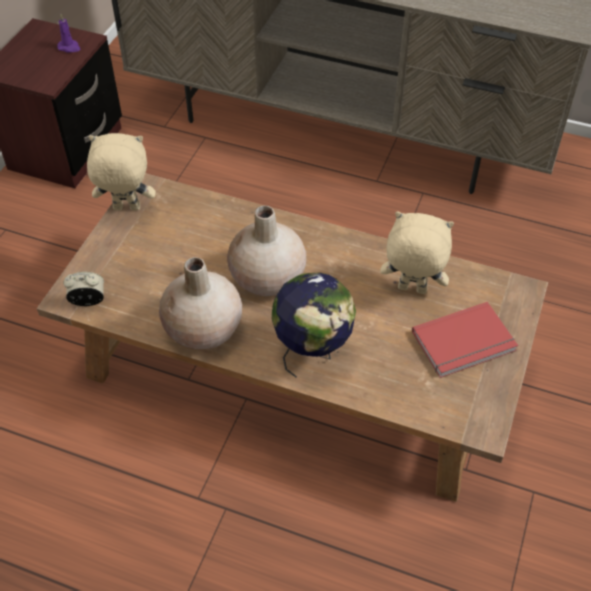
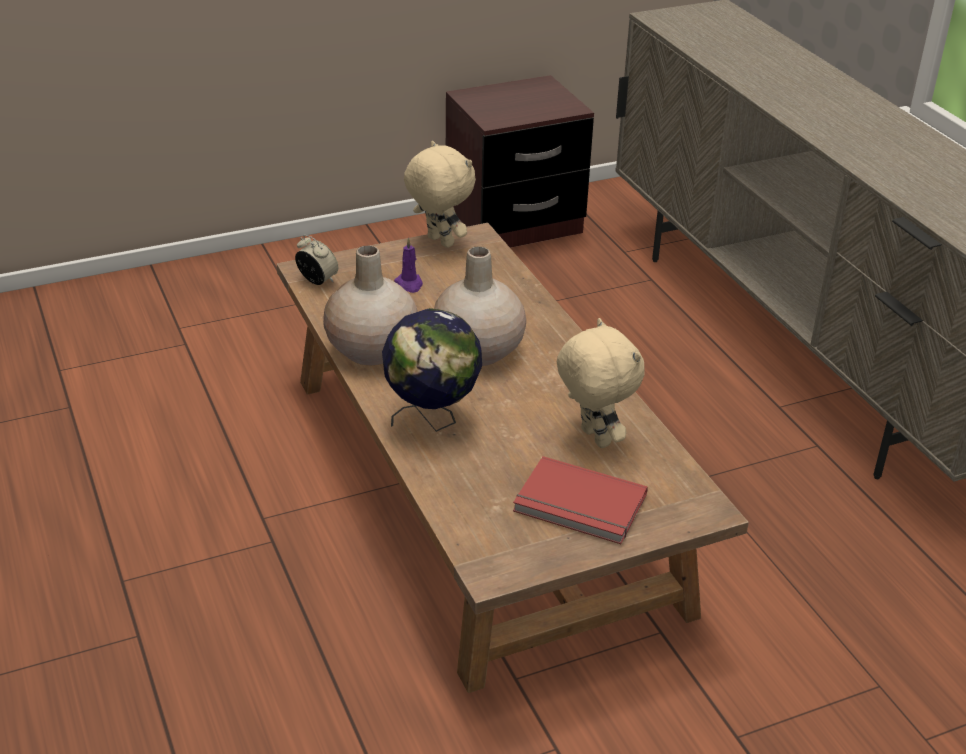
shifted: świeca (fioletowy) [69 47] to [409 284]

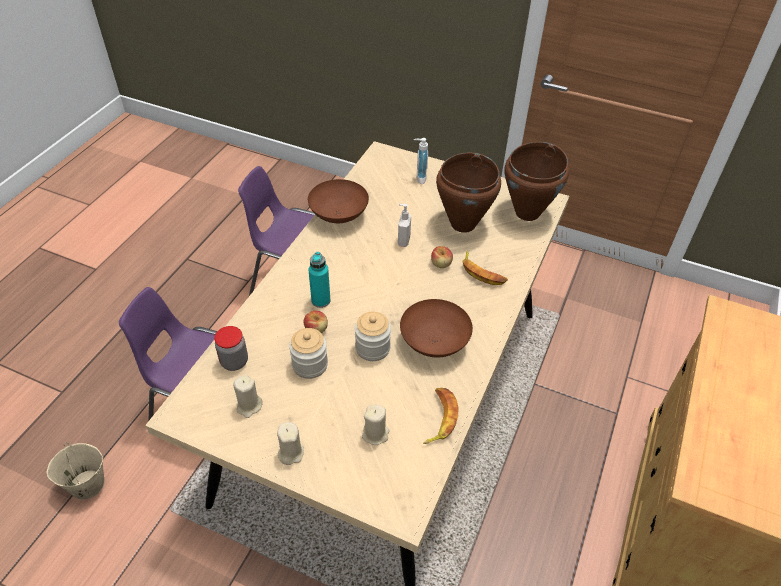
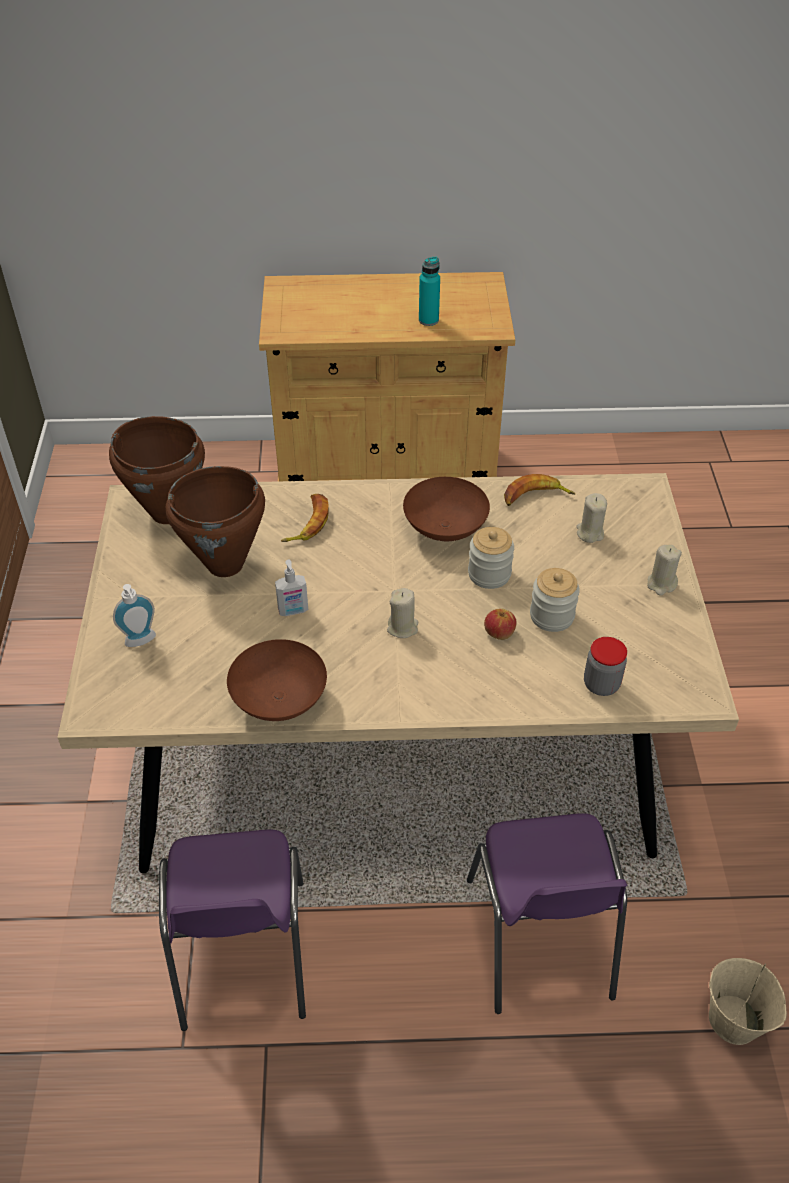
gone: jabłko [441 264]
shifted: świeca (beżowy) [249 406] to [402 627]; butelka (turkusowy) [321 300] to [428 320]

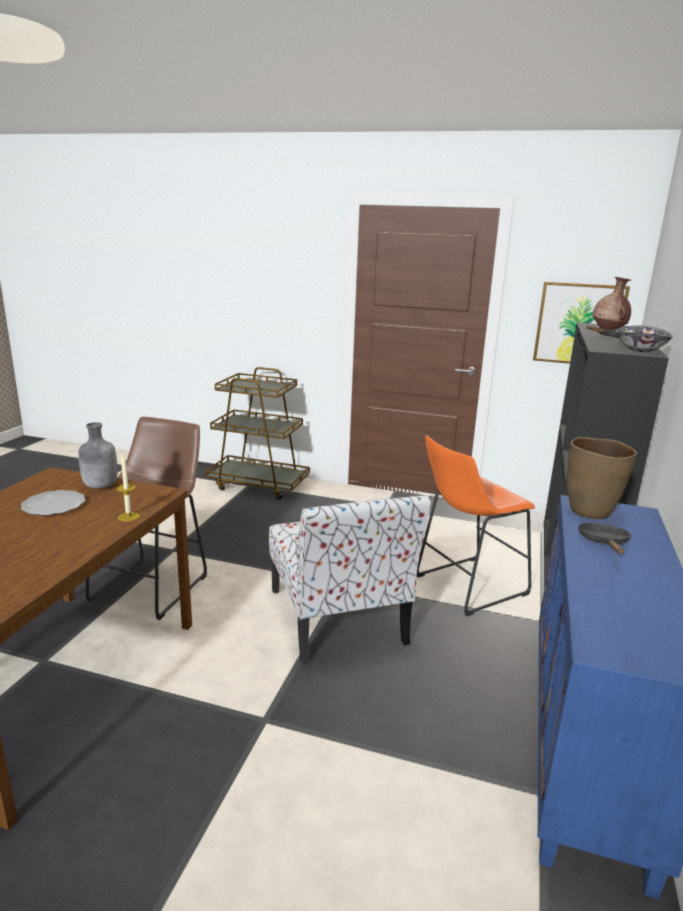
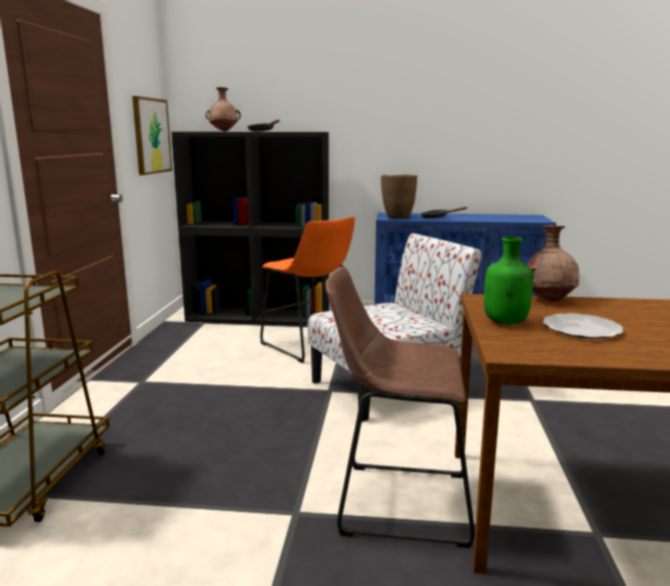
gone: miska [641 350]
swapped: świeca [128 516] to wazon (brązowy) [550 300]
repainted: butelka (szary) [100 486] to butelka (zielony) [506 322]

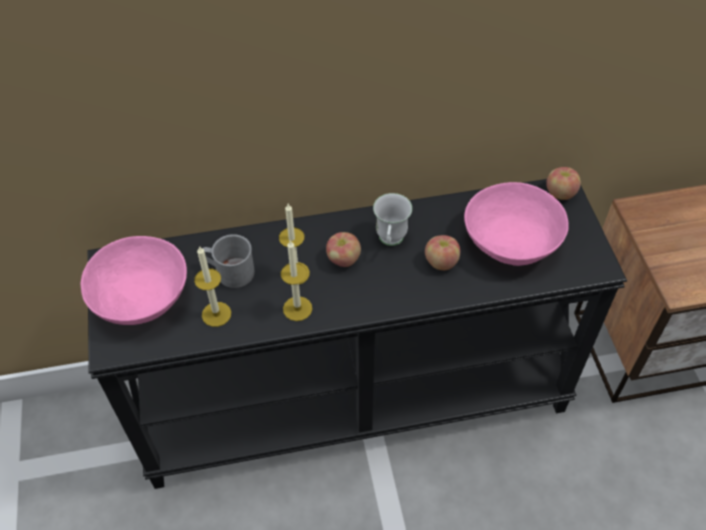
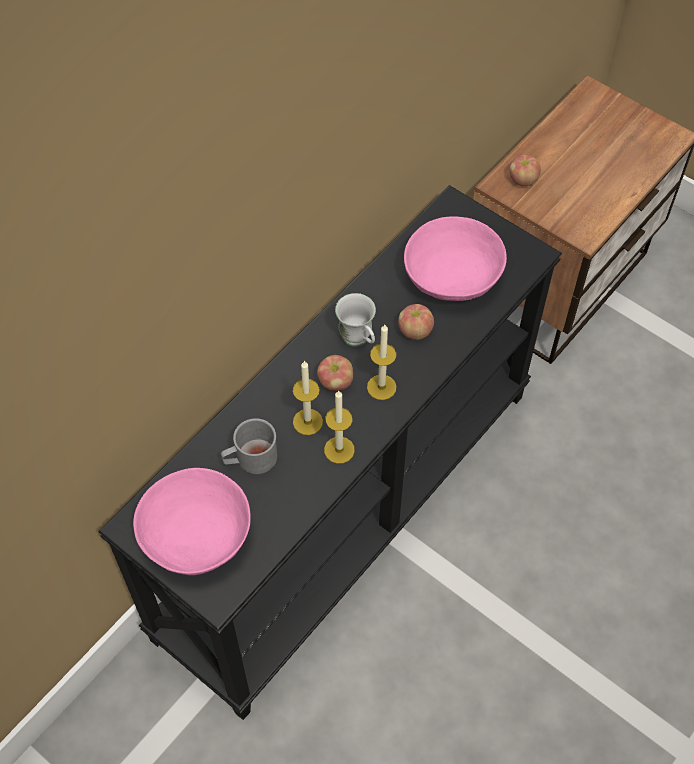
shifted: świeca [216 314] to [381 387]; jabłko [560 193] to [523 180]

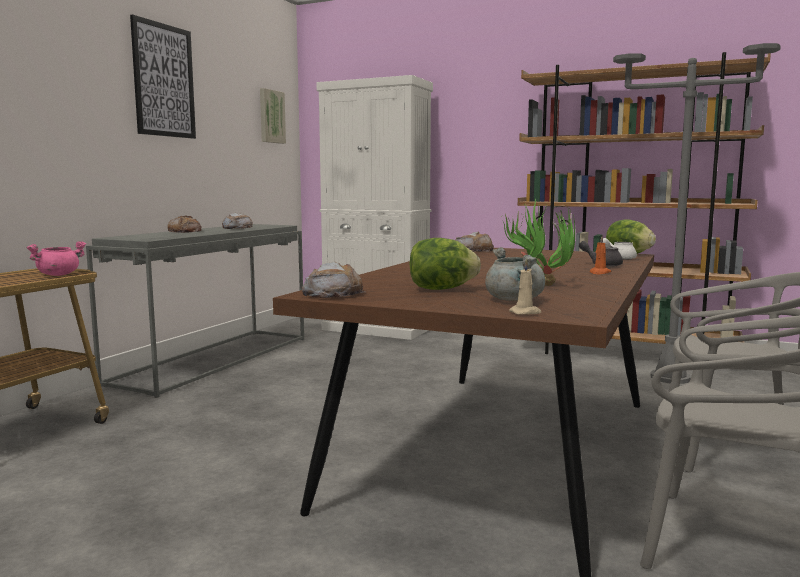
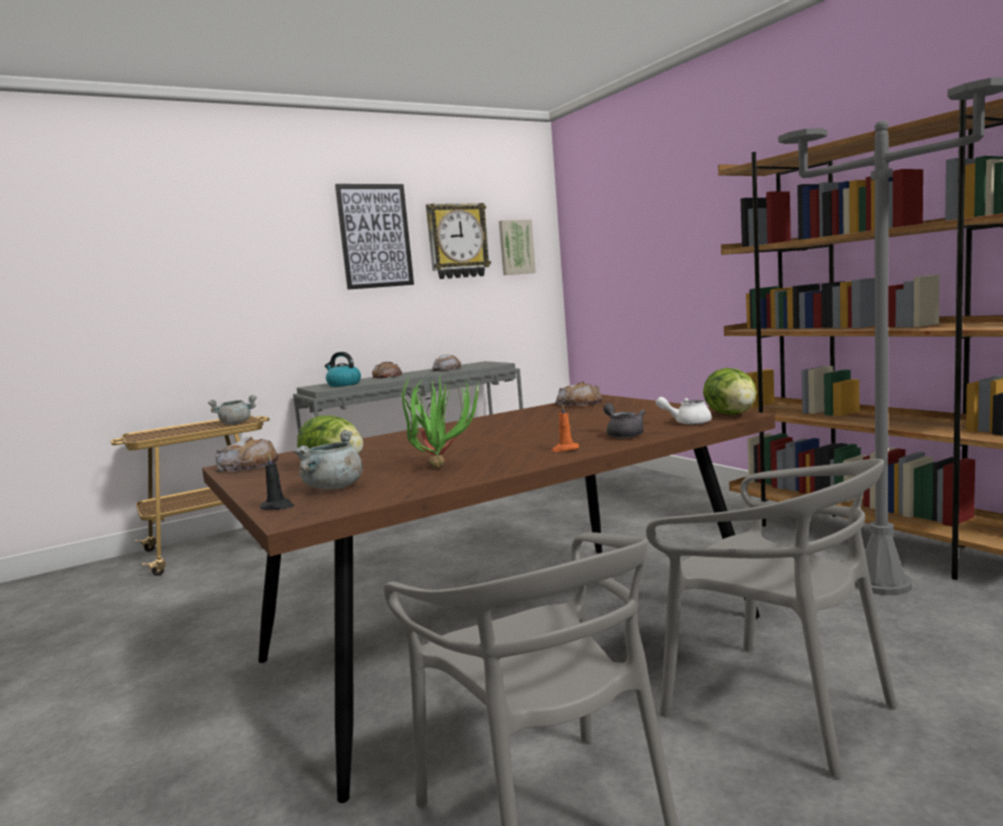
gone: szafka (biały) [376 329]
new: czajnik [343 384]; zegar ścienny [457 241]
repainted: garnek (różowy) [58 275] to garnek (szary) [236 423]; świeca (beżowy) [526 313] to świeca (czarny) [278 507]

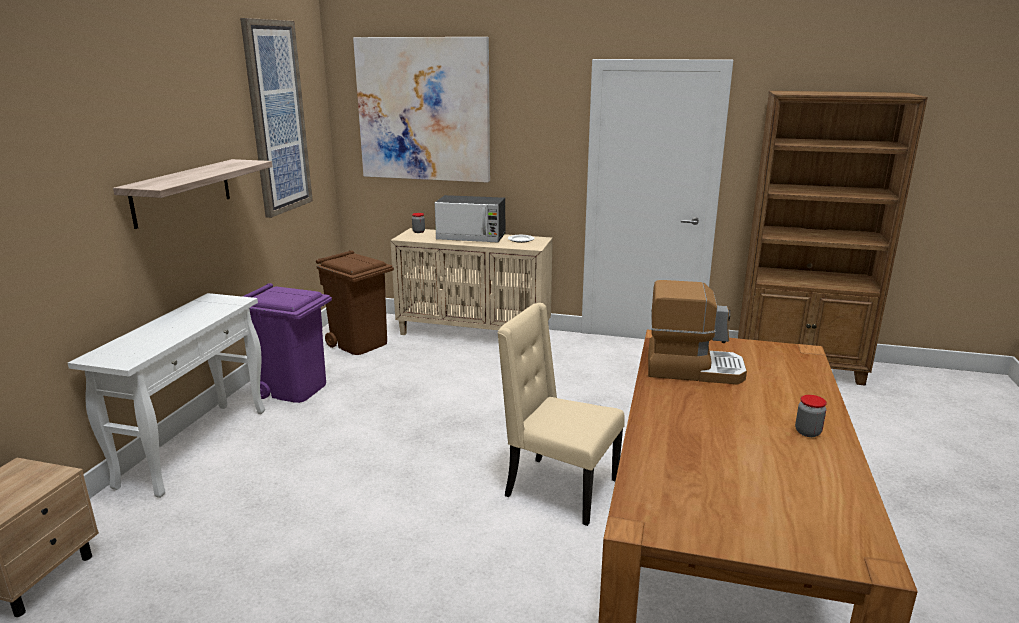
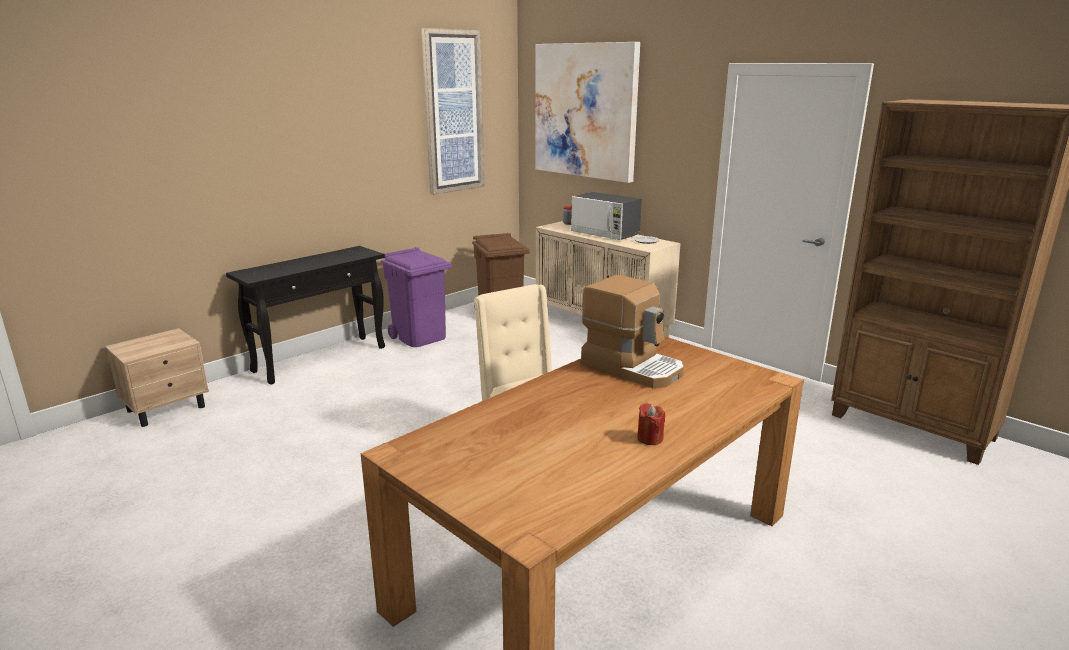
gone: półka [182 192]
swapped: słoik [807 432] to świeca (czerwony) [650 438]
repainted: stolik konsolowy (biały) [196 446] to stolik konsolowy (czarny) [321 359]

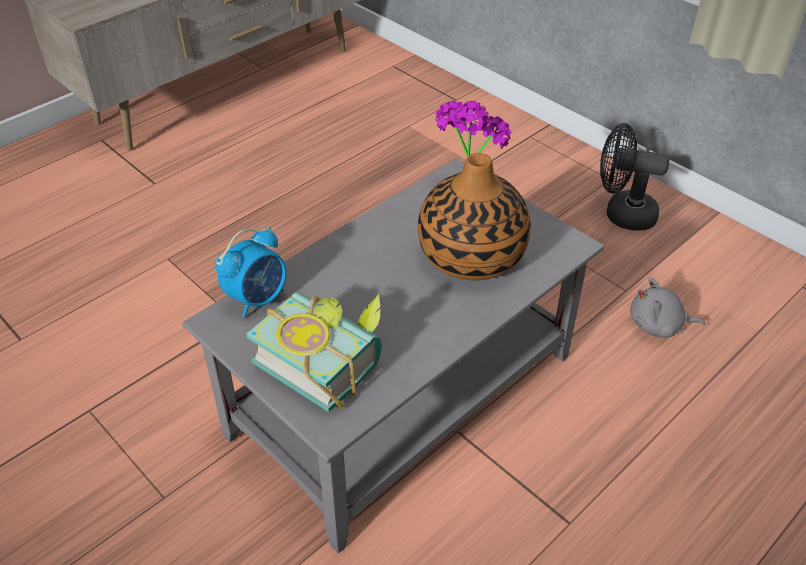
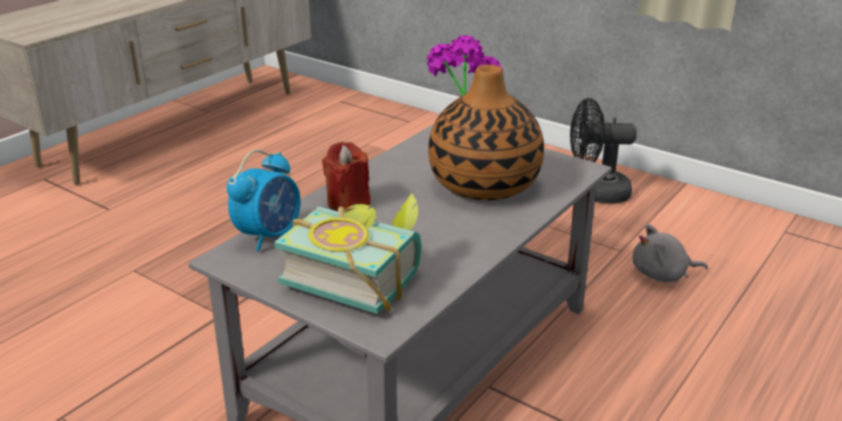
new: świeca (czerwony) [348 202]

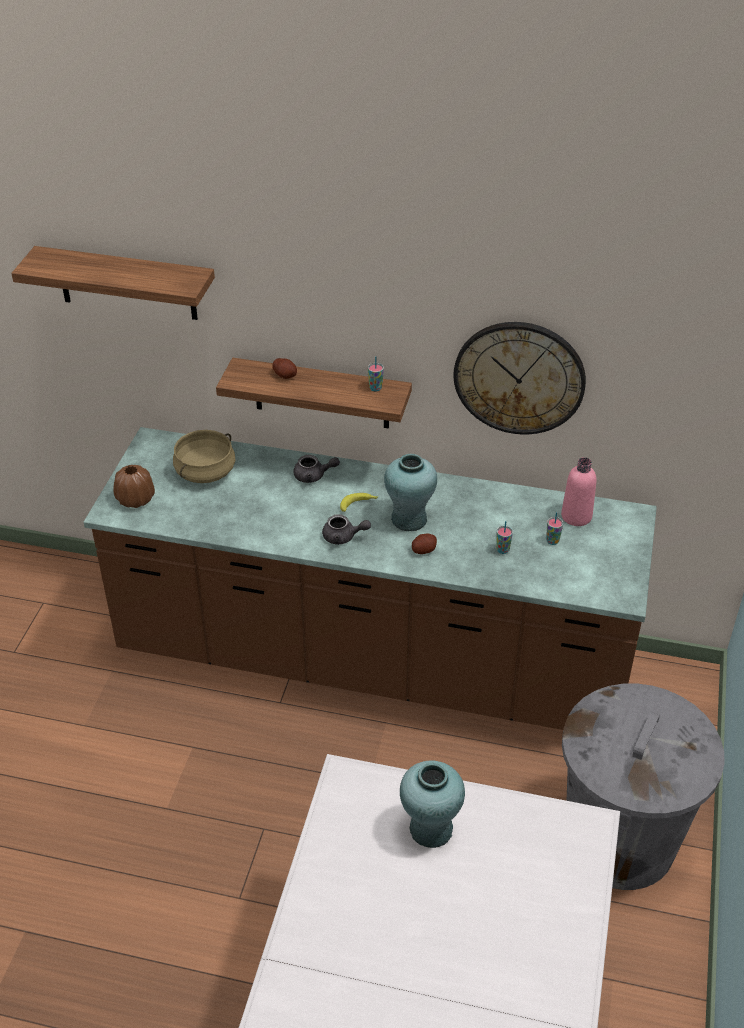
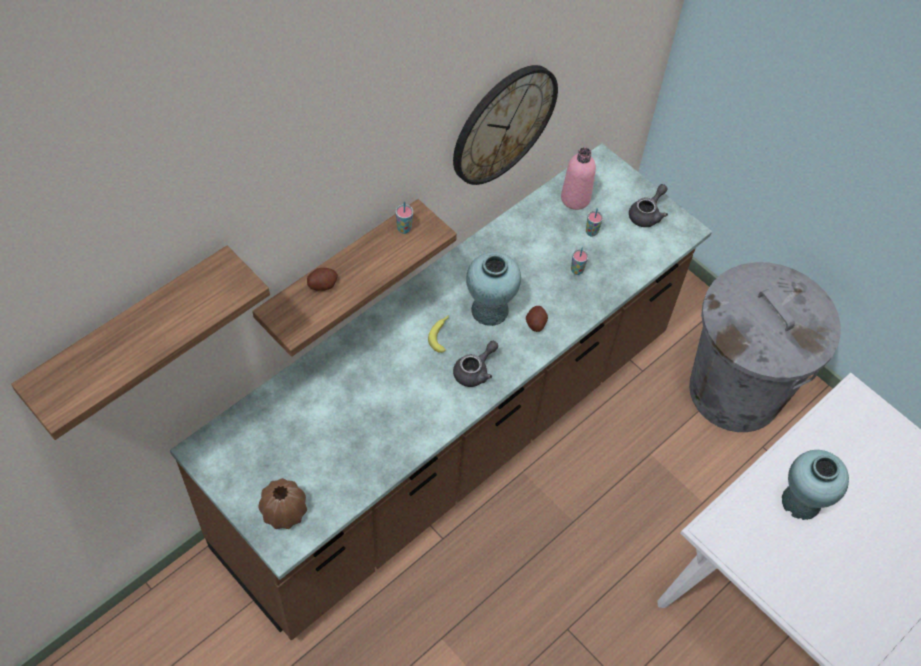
gone: garnek (beżowy) [205 472]
shifted: imbryk (szary) [314 476] to [647 214]

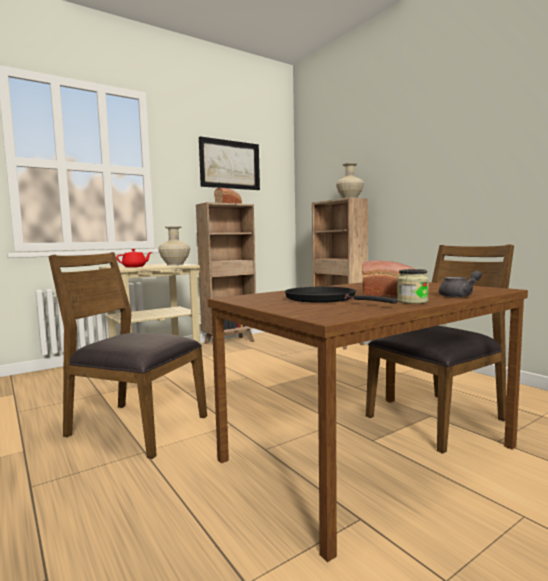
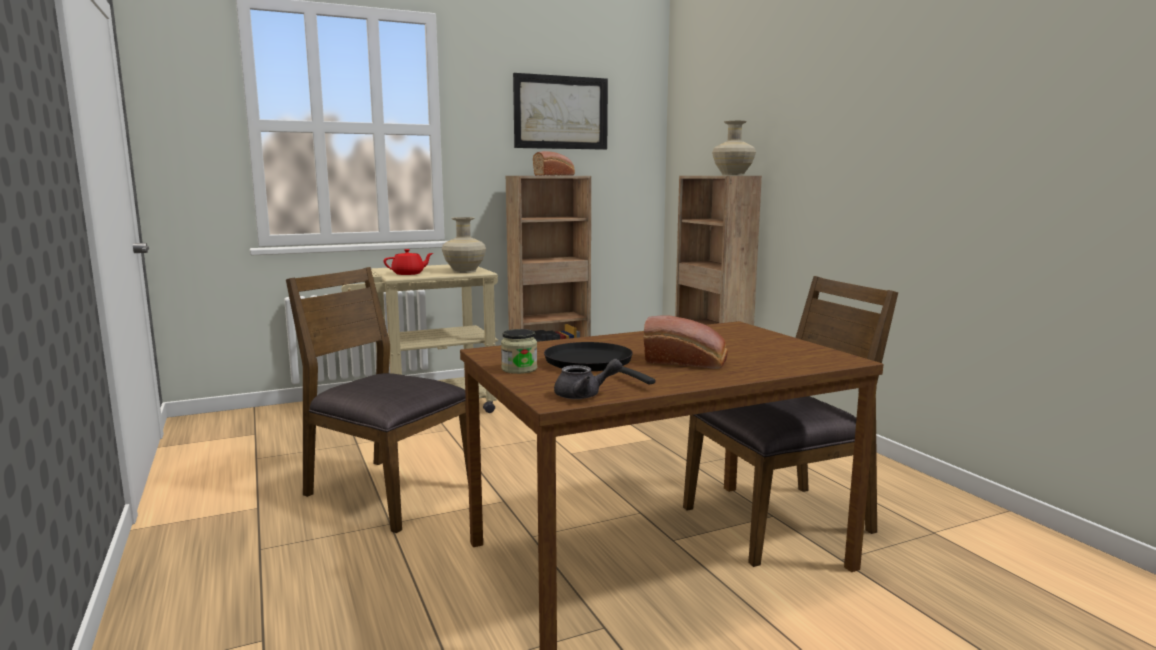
shifted: słoik [412 301] to [519 369]; imbryk (szary) [459 296] to [584 395]

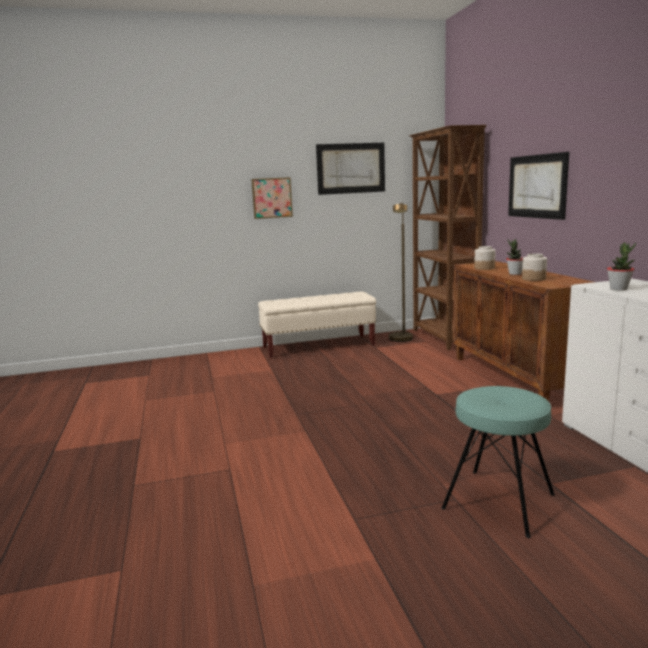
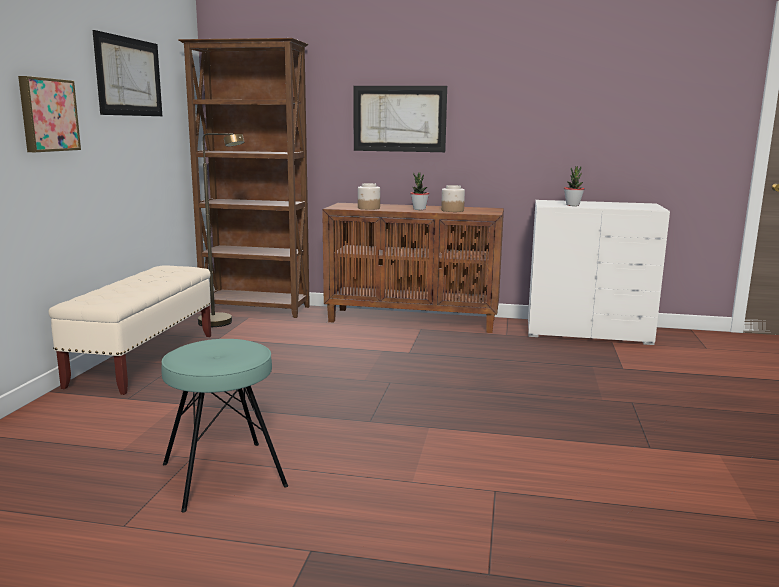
shifted: stołek (turkusowy) [498 501] to [223 475]

